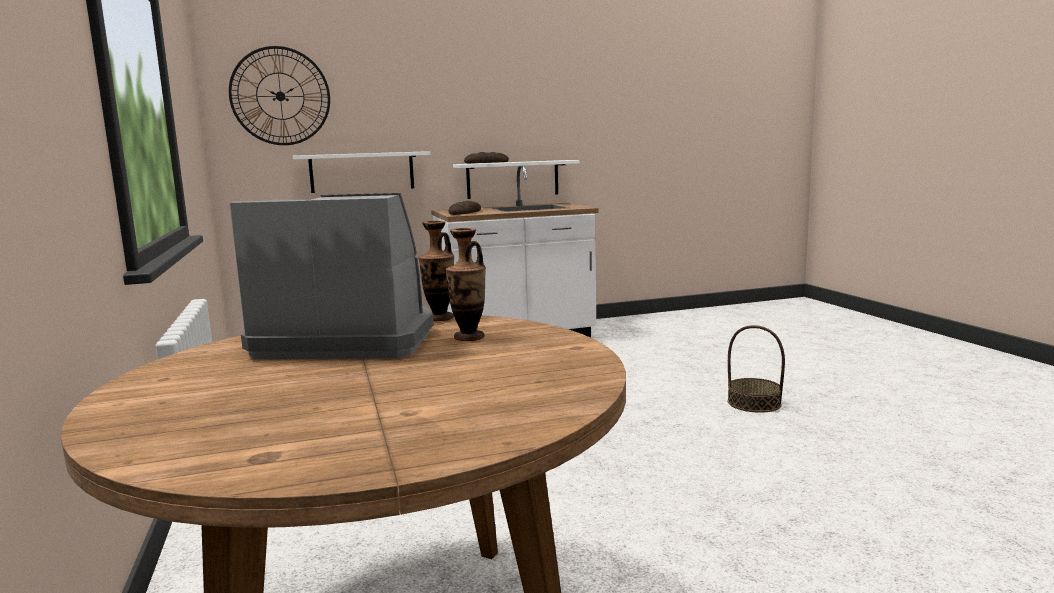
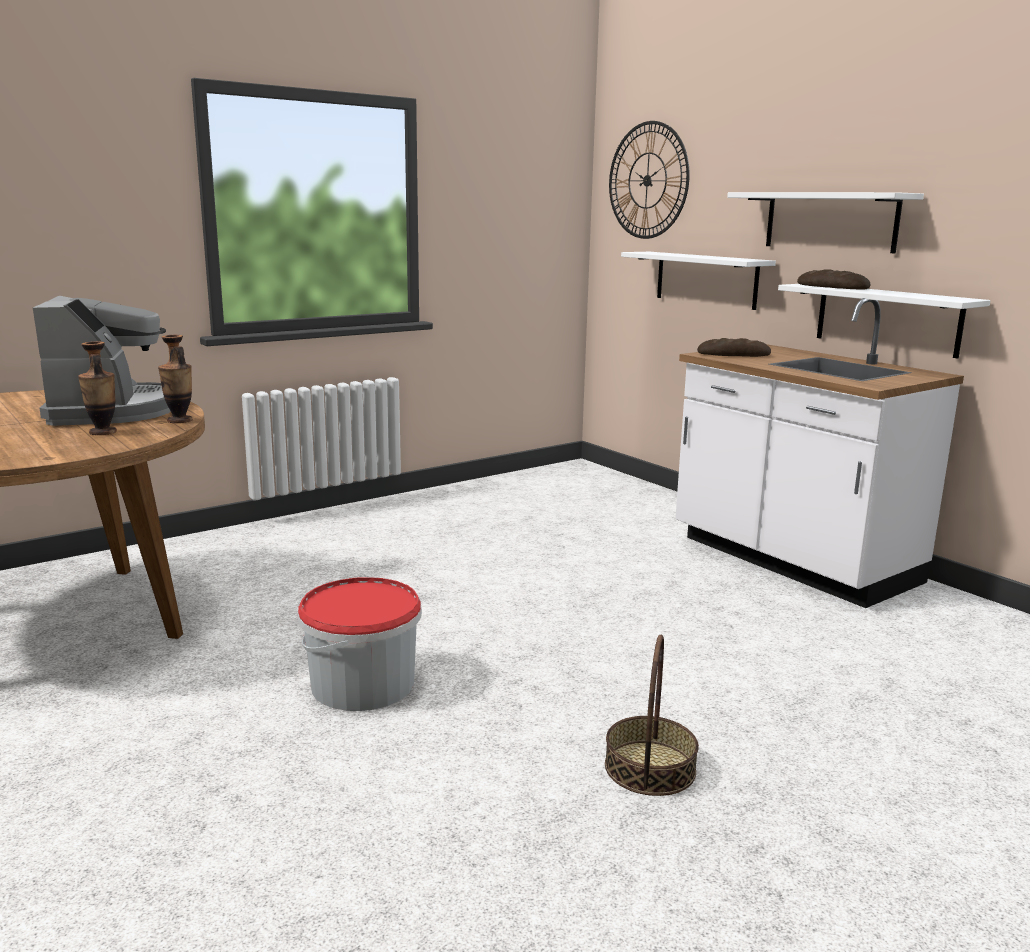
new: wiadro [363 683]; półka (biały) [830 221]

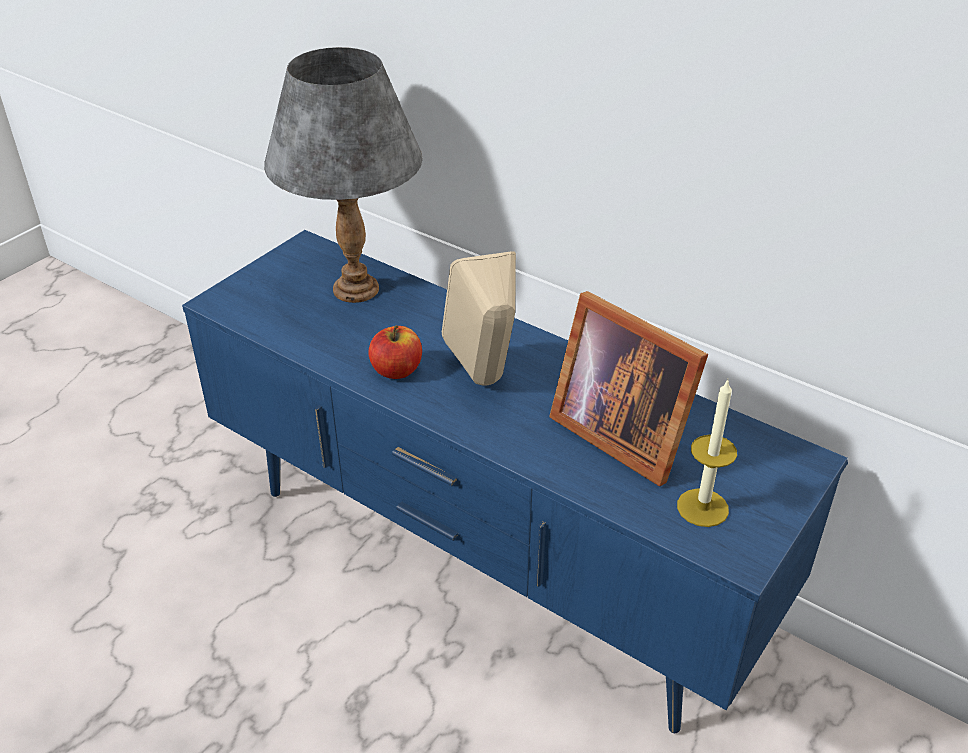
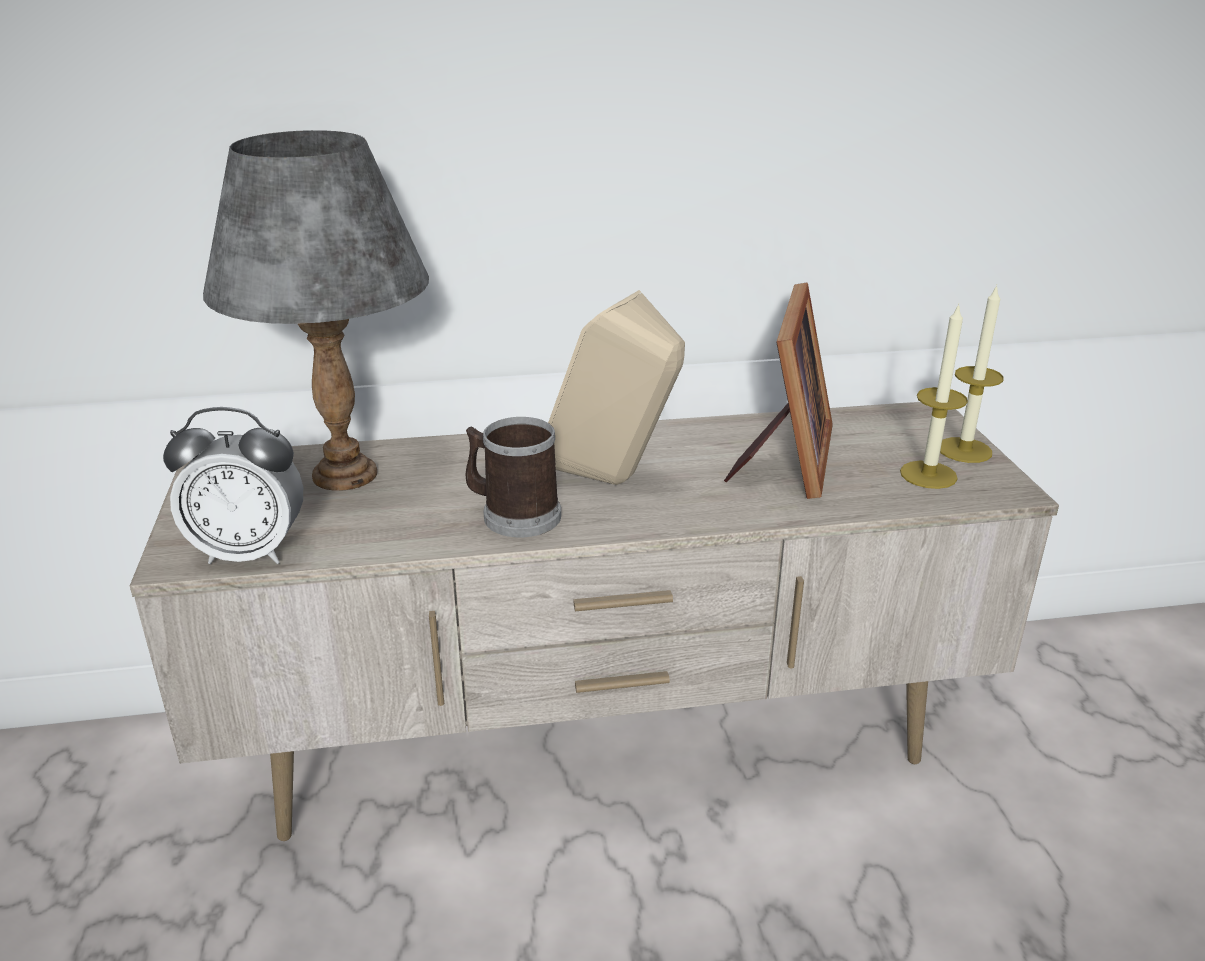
new: budzik [249 553]; świeca [964 450]
swapped: jabłko [397 370] to kubek [513 515]
repainted: szafka pod telewizor (niebieski) [484 566] to szafka pod telewizor (beżowy) [602 750]
rotated: ramka na zdjęcie [620 432] = [784 460] 75 degrees counterclockwise

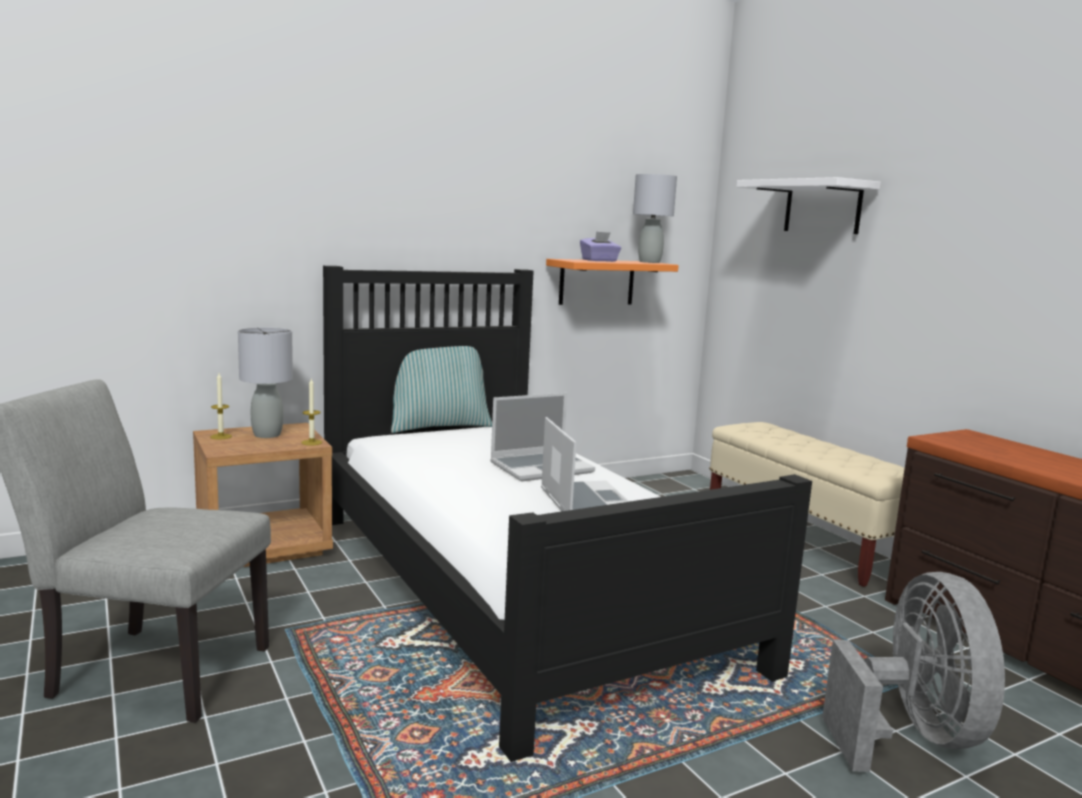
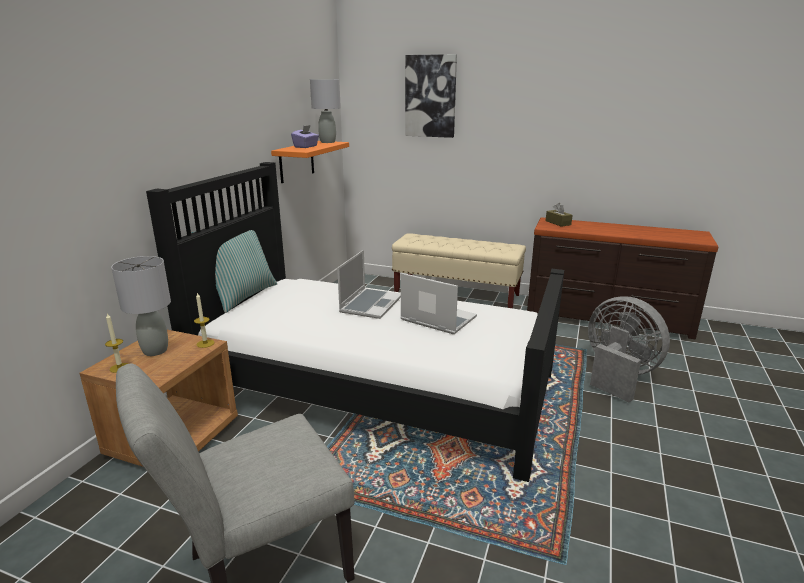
new: pudełko chusteczek (brązowy) [558 223]
swapped: półka (biały) [822 207] to obraz [430 96]

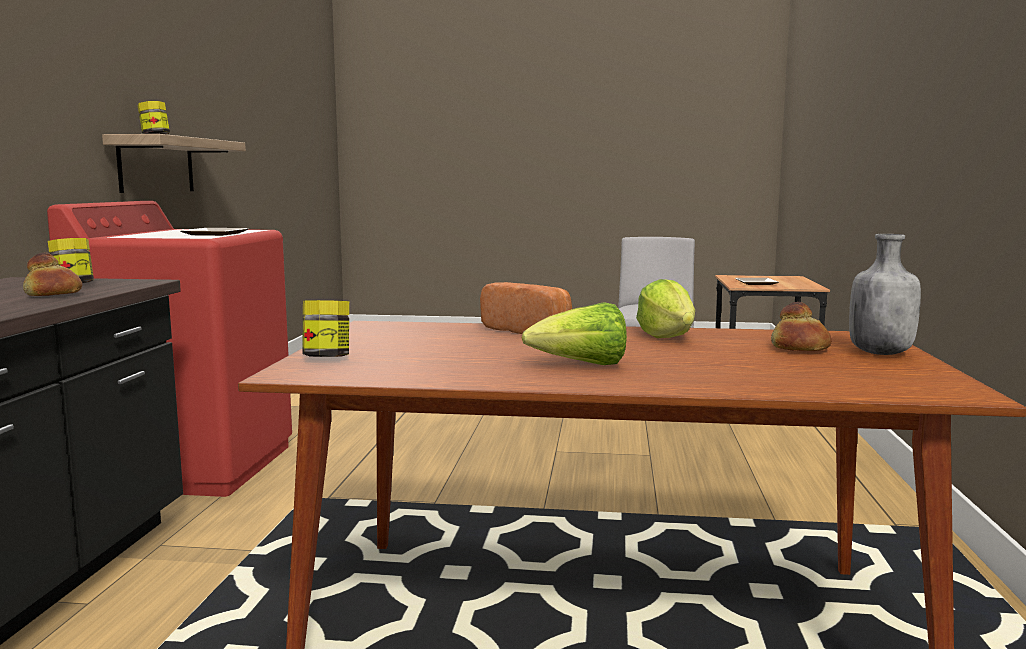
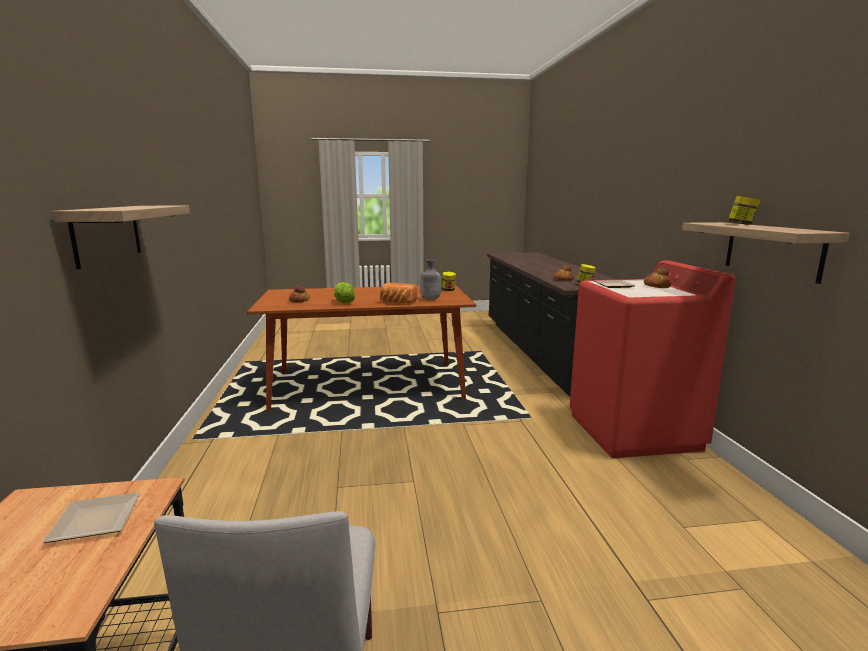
gone: sałata [582 365]
new: półka [107 234]; chleb [656 286]
shifted: butelka (szary) [880 353] to [430 299]

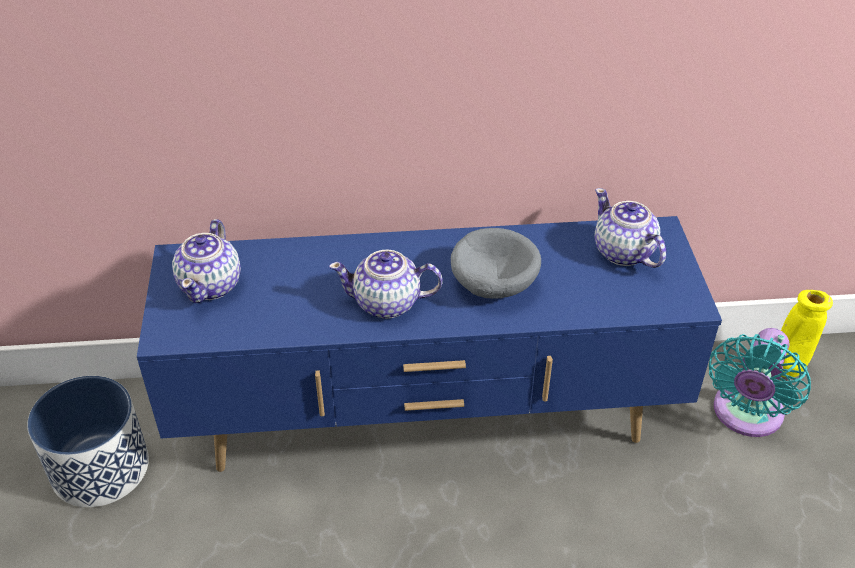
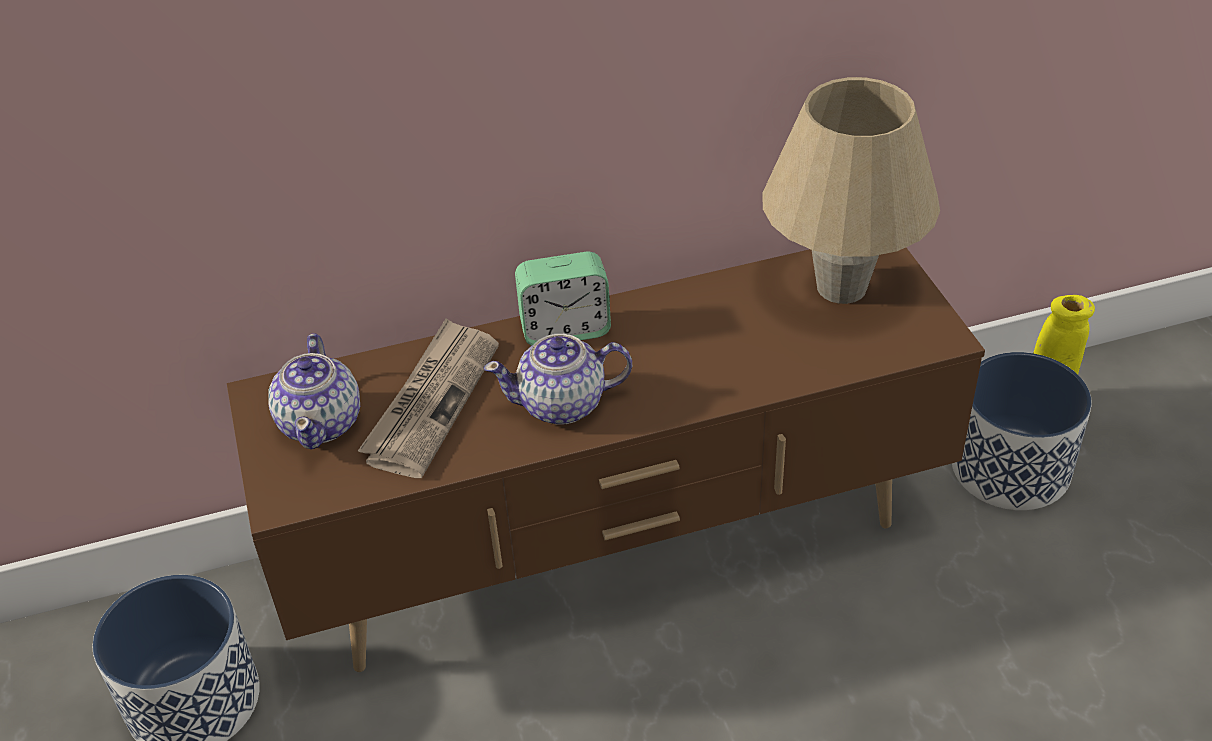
gone: miska (szary) [492 284]
new: gazeta [431 401]; budzik [565 329]
swapped: imbryk [623 253] to lampa stołowa (beżowy) [841 287]; wentylator (turkusowy) [745 415] to donica [1011 468]
repainted: szafka pod telewizor (niebieski) [428 420] to szafka pod telewizor (brązowy) [617 551]

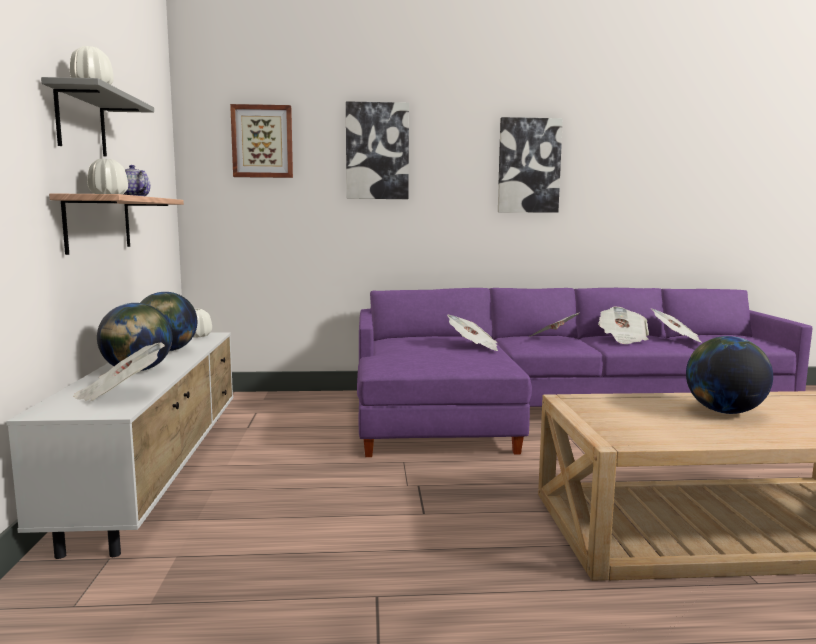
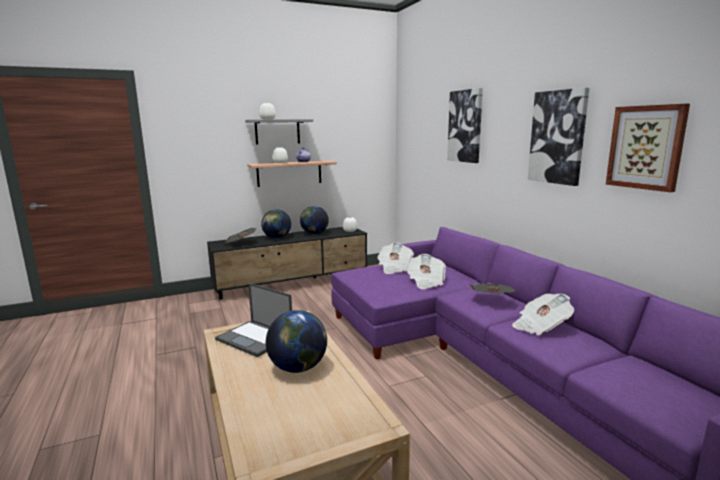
new: laptop [255 338]
shifted: obraz [262 141] to [646 147]; gazeta [676 339] to [394 268]
repainted: szafka pod telewizor (biały) [158 470] to szafka pod telewizor (czarny) [293 284]

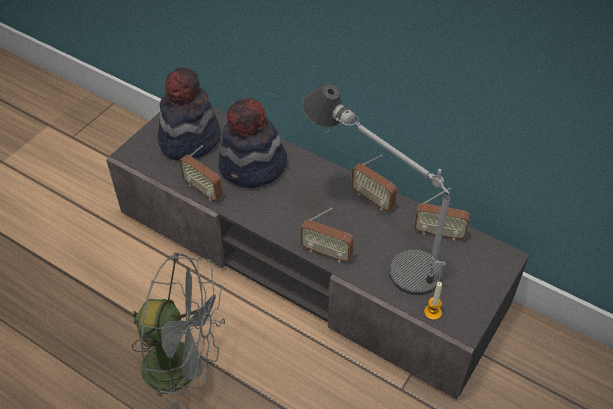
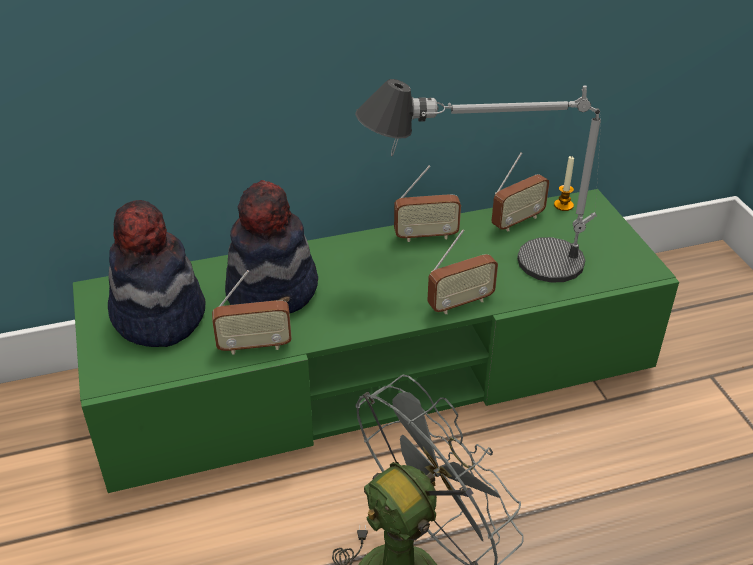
shifted: świeca [432 312] to [563 205]
repainted: szafka pod telewizor (szary) [306 259] to szafka pod telewizor (zielony) [376 372]

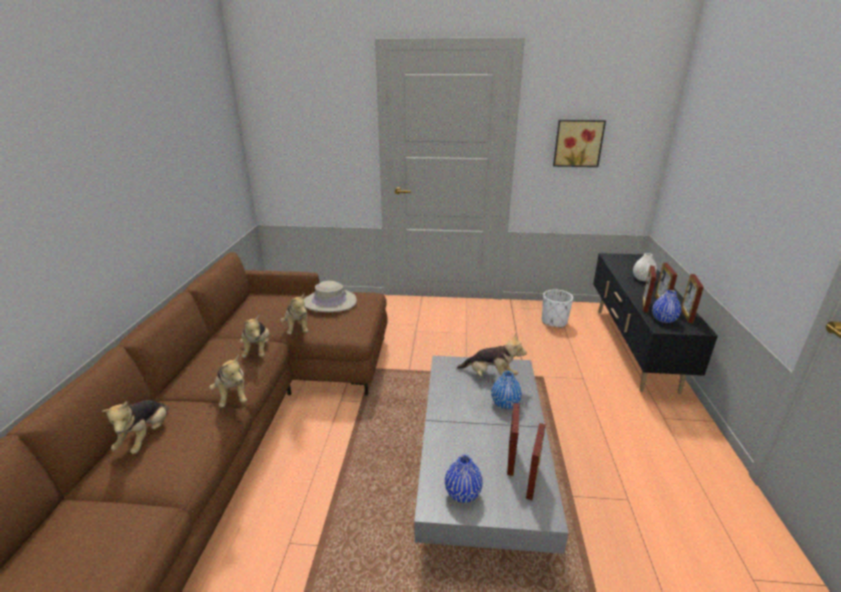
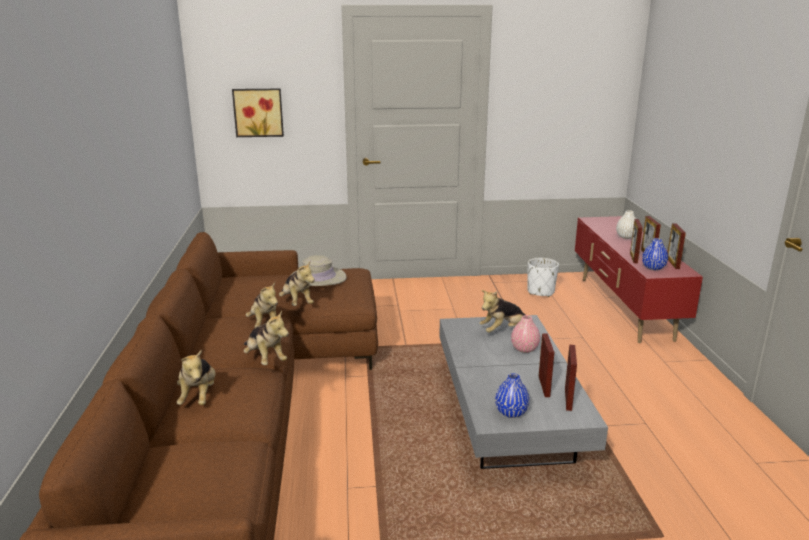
shifted: obraz [578 143] to [258 112]
repainted: wazon (niebieski) [505 404] to wazon (różowy) [524 349]; szafka pod telewizor (czarny) [633 348] to szafka pod telewizor (czerwony) [623 308]
rotated: pluszak [490 377] = [503 330] 135 degrees clockwise

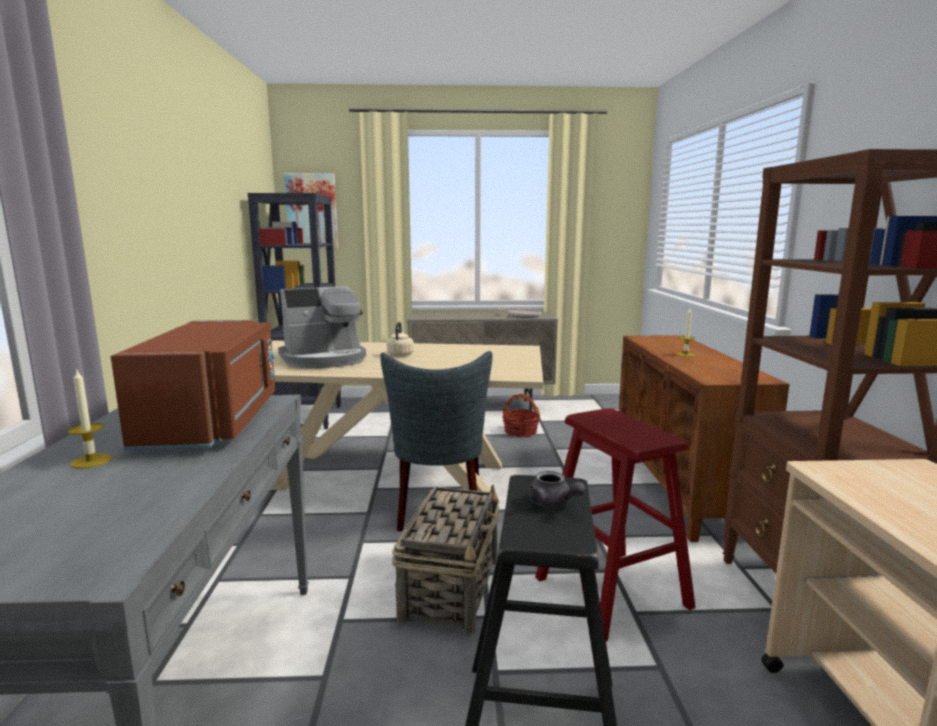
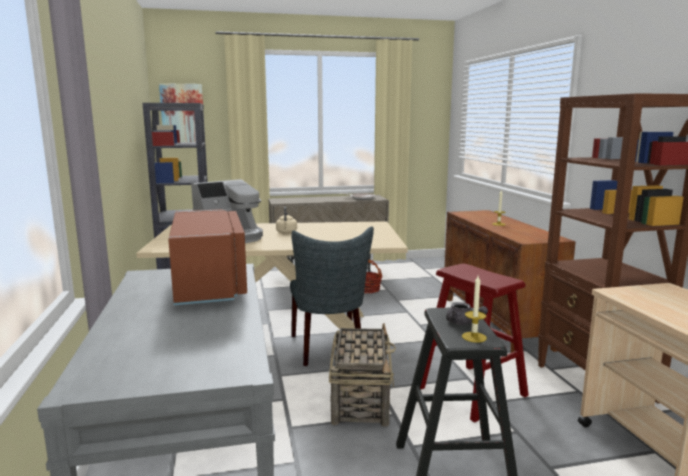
shifted: świeca [91 461] to [474 337]

